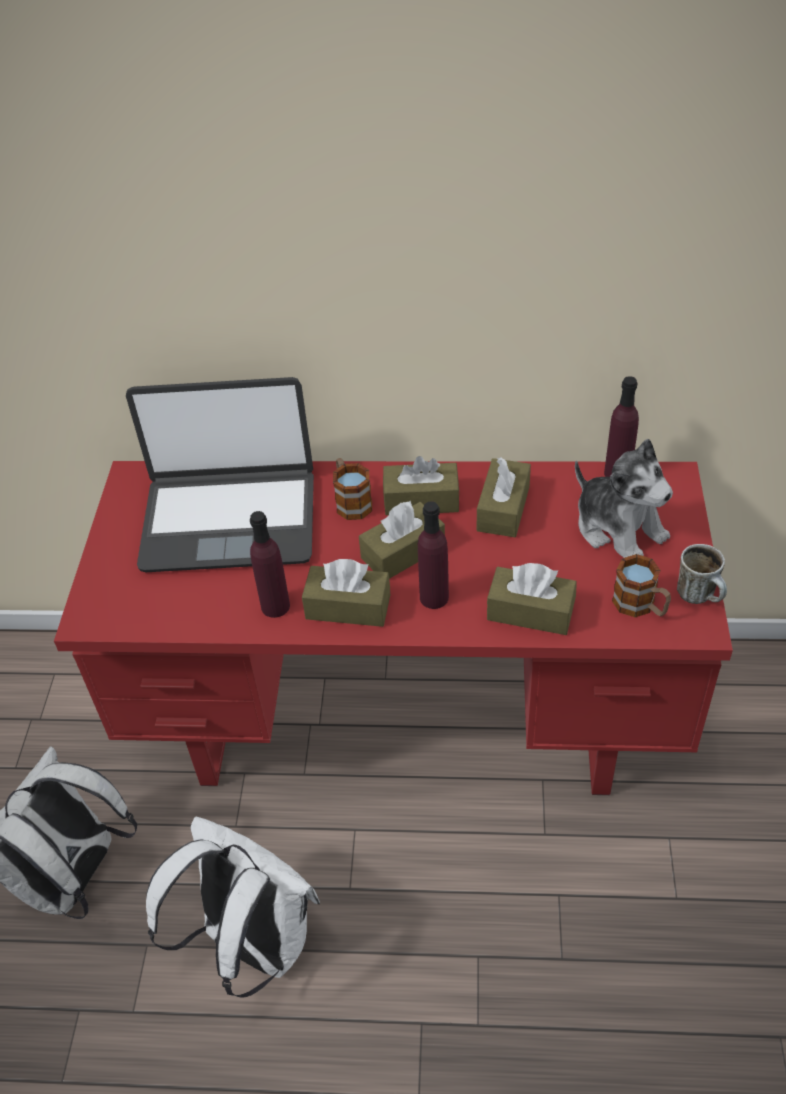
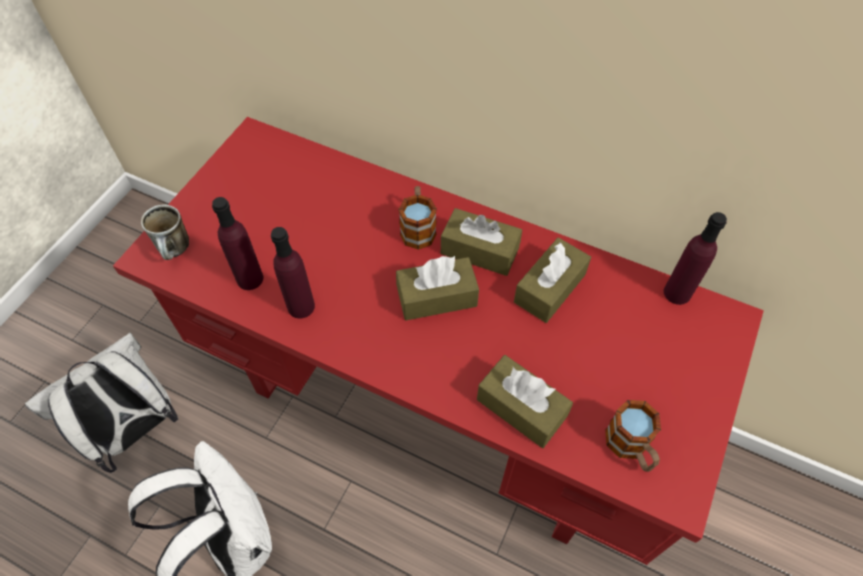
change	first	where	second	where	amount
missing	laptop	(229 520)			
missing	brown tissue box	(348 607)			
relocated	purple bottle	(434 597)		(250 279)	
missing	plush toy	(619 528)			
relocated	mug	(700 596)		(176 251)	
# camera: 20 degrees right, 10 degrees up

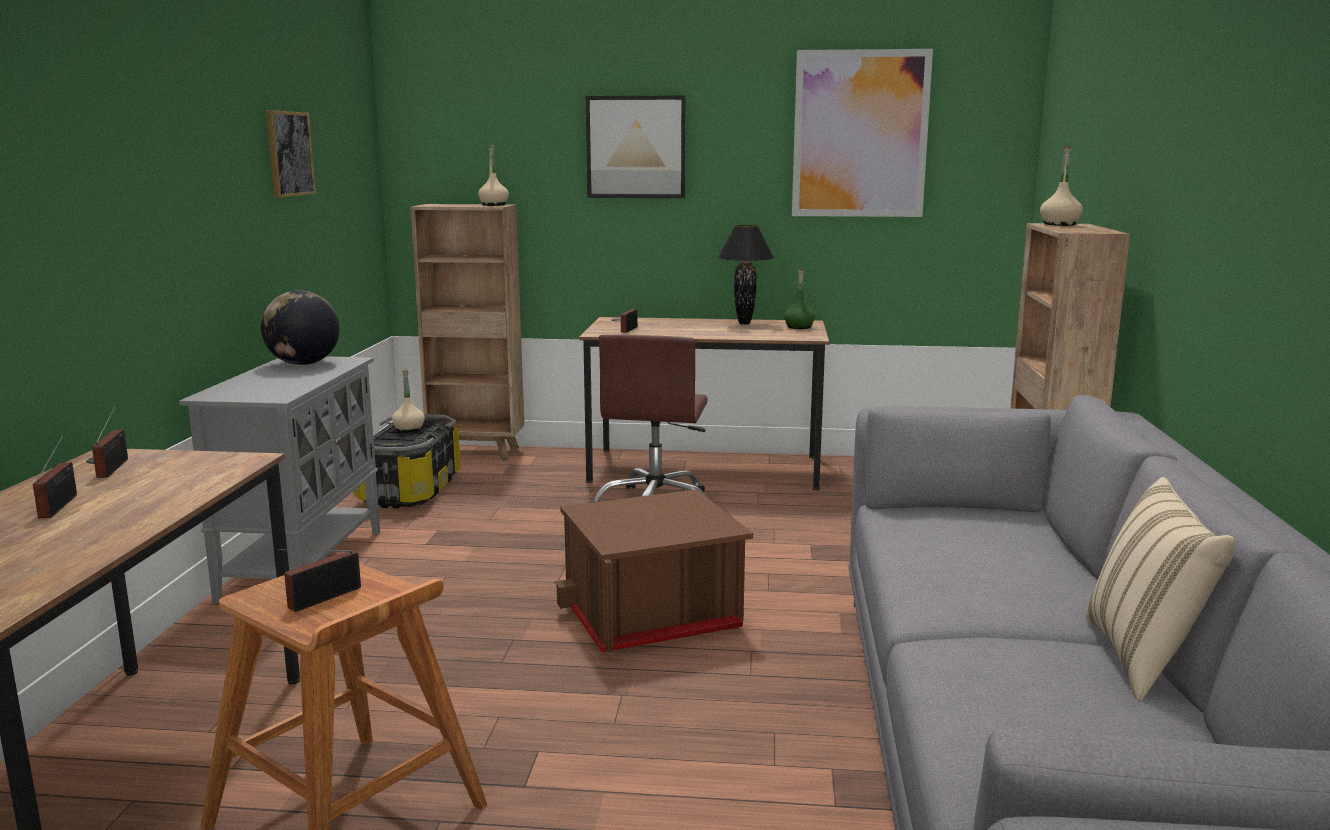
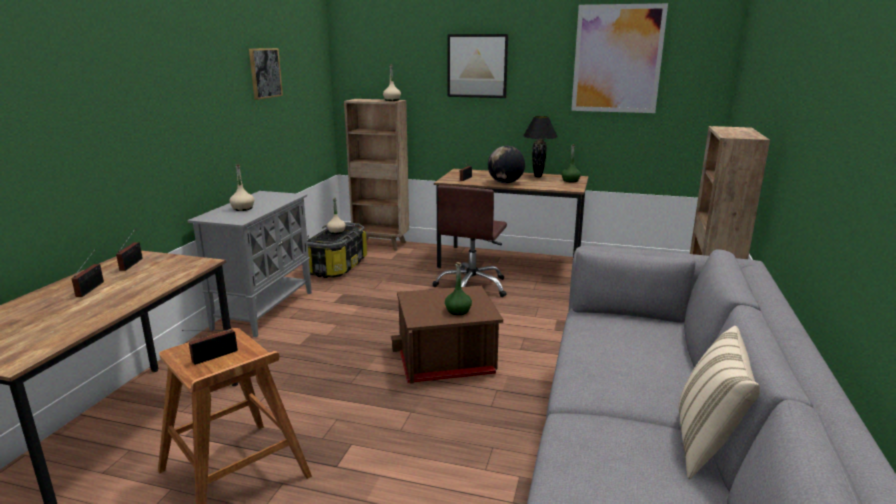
change	first	where	second	where	amount
relocated	globe	(303 364)		(505 182)	
relocated	beige bottle	(1059 224)		(243 208)	
appeared			green bottle	(458 311)	
# camera: 10 degrees right, 5 degrees up

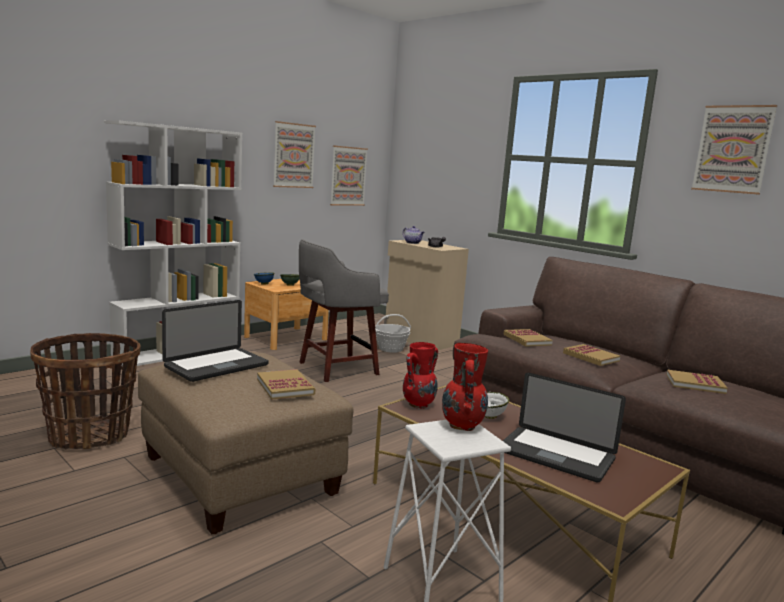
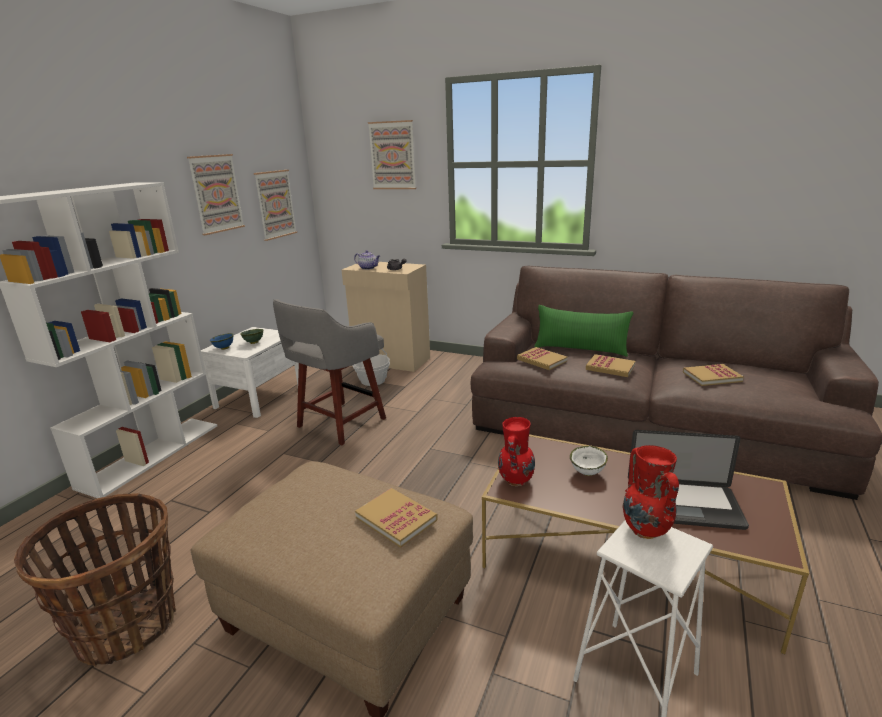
change	first	where	second	where	amount
missing	laptop	(217 366)			
colour	brown nightstand	(286 338)	white nightstand	(259 397)	
relocated	picture	(733 149)		(393 155)	
appeared			green pillow	(580 349)	
# camera: 20 degrees left, 10 degrees up

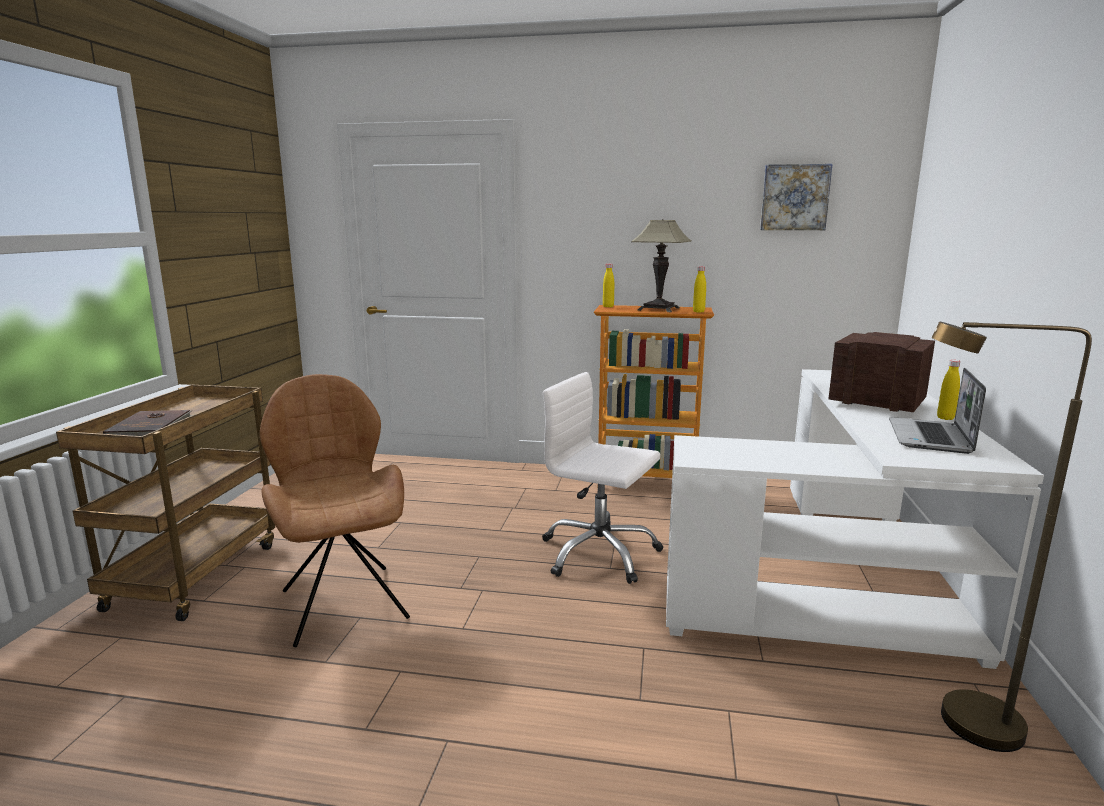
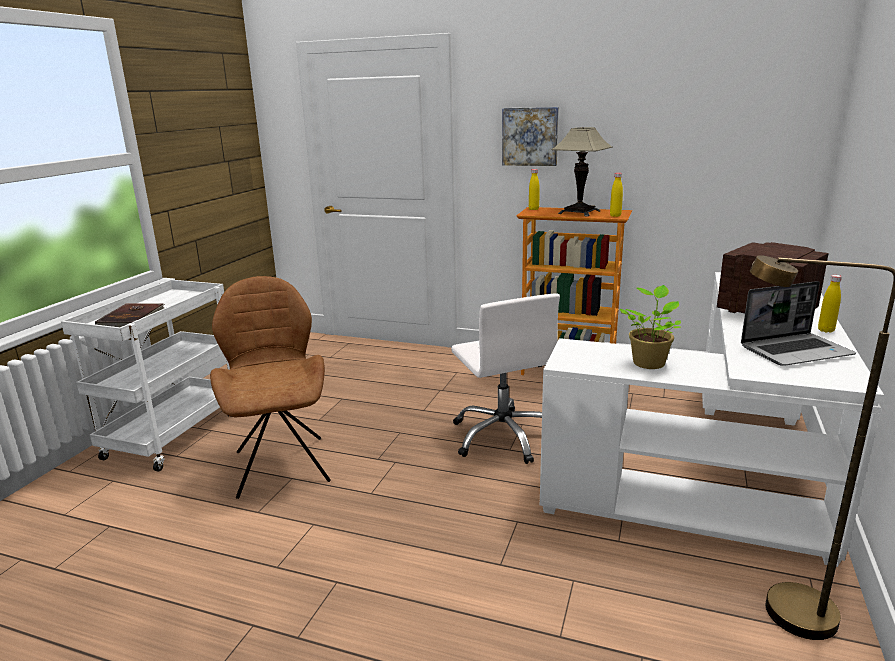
change	first	where	second	where	amount
colour	brown cart	(196 573)	white cart	(174 433)	
spun	white office chair	(599 554)		(503 436)	150 degrees counterclockwise
relocated	picture	(794 197)		(530 136)	
spun	laptop	(930 437)		(796 351)	135 degrees counterclockwise
appeared			potted plant	(649 362)	
# camera: 10 degrees right, 5 degrees up

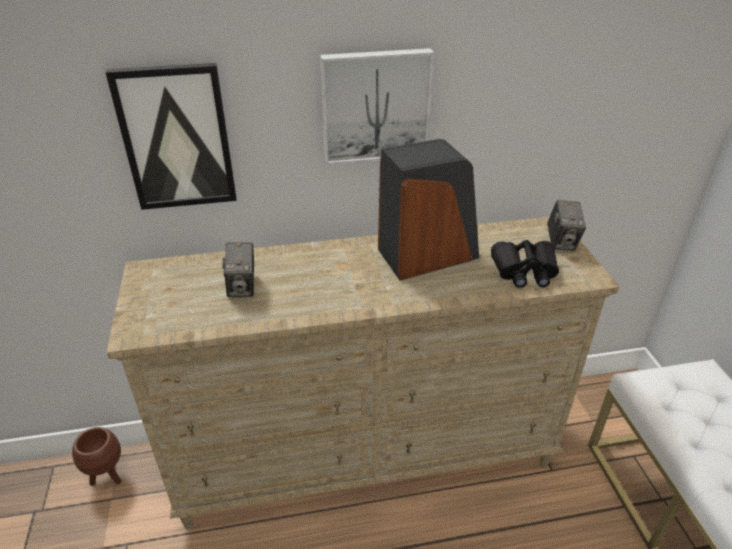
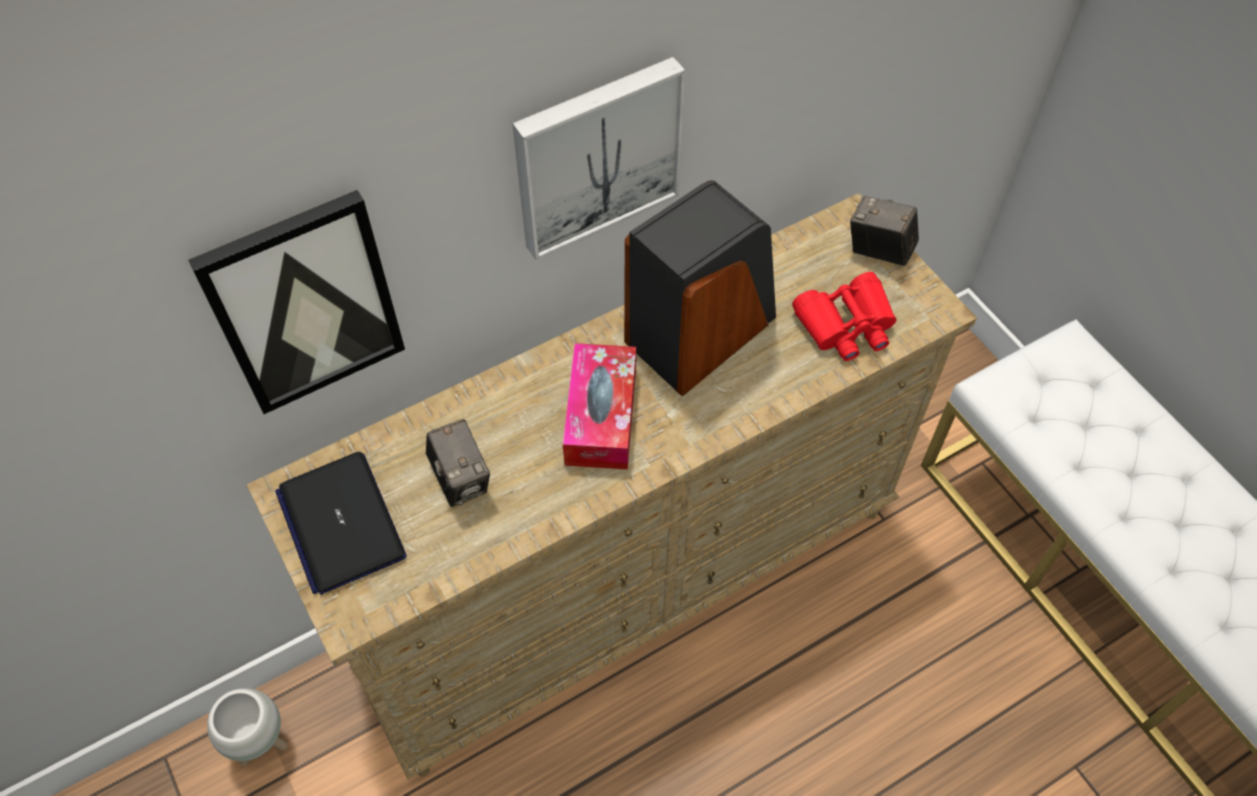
change	first	where	second	where	amount
colour	brown planter	(108 477)	white planter	(262 743)	
colour	black binoculars	(524 271)	red binoculars	(846 325)	
spun	photo camera	(561 242)		(879 250)	135 degrees clockwise
appeared			laptop	(340 523)	
appeared			tissue box	(601 416)	
# camera: 20 degrees left, 20 degrees up

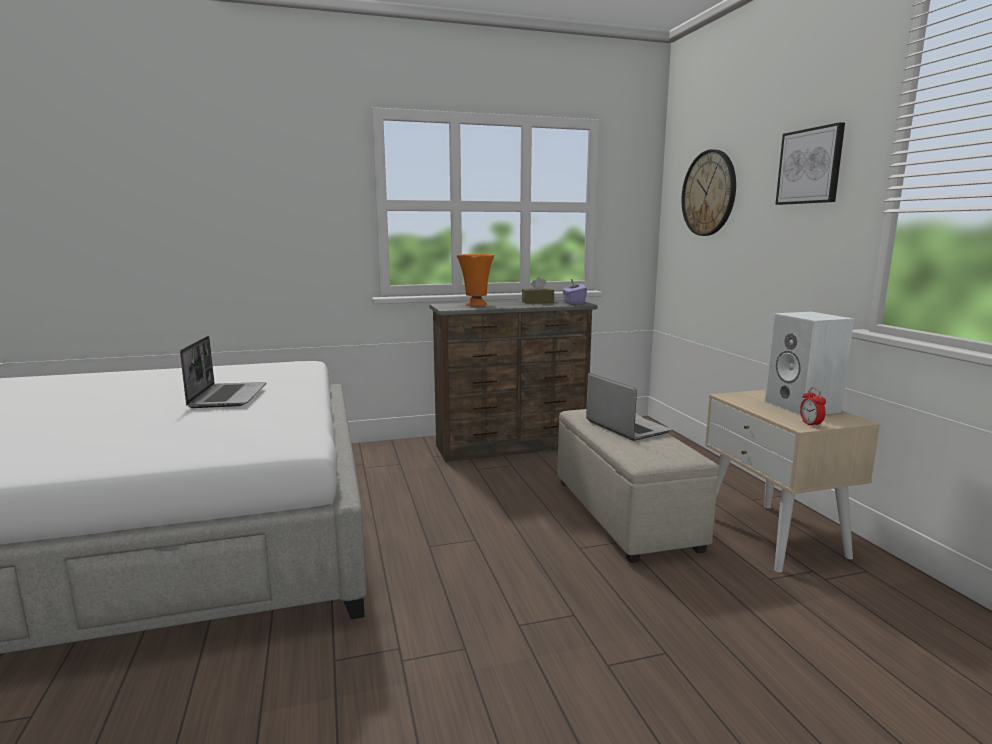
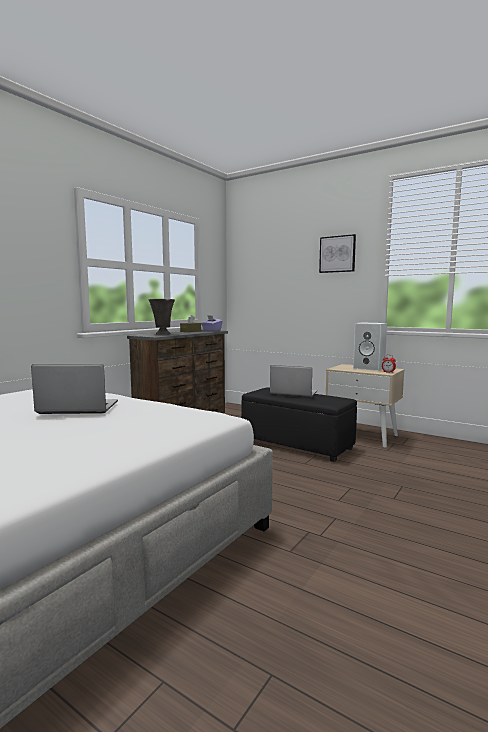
change	first	where	second	where	amount
spun	laptop	(227 396)		(77 408)	45 degrees counterclockwise
colour	orange vase	(475 305)	grey vase	(162 334)	
colour	beige ottoman	(624 513)	black ottoman	(295 444)	
missing	wall clock	(709 193)			
# camera: 40 degrees left, 5 degrees down

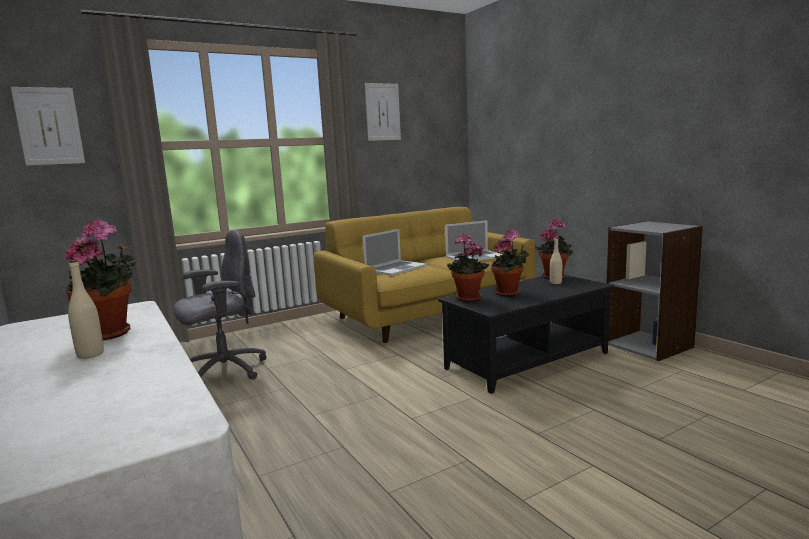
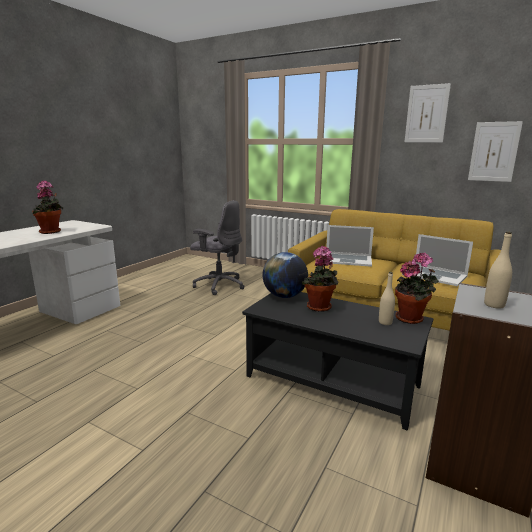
change	first	where	second	where	amount
relocated	picture	(49 126)		(494 152)	
relocated	beige bottle	(90 354)		(494 305)	
exchanged	potted plant	(467 299)	globe	(284 296)	
# camera: 60 degrees right, 5 degrees up

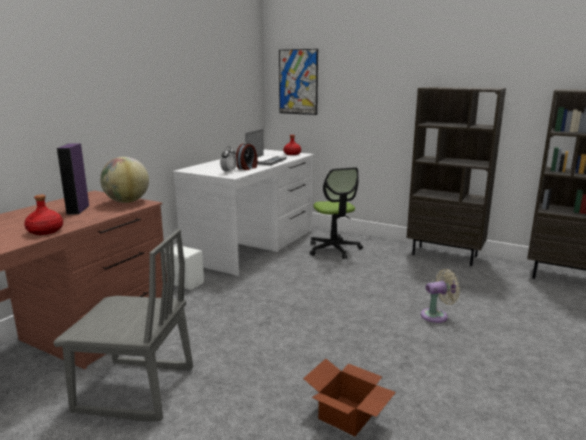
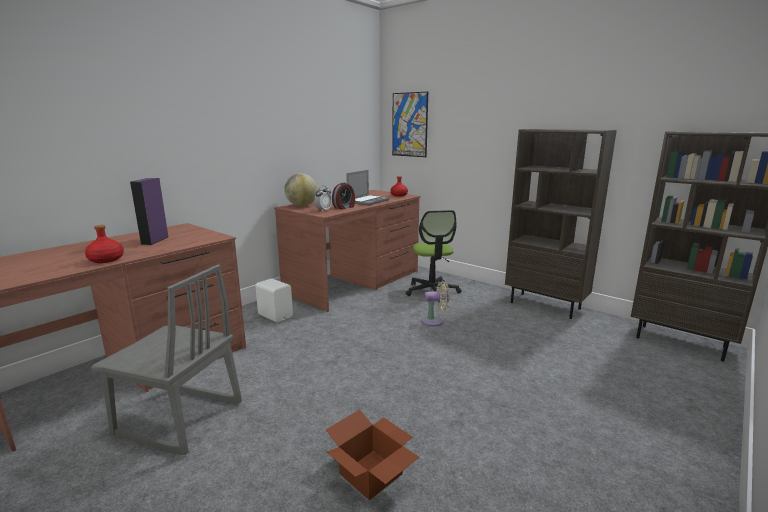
change	first	where	second	where	amount
relocated	globe	(127 202)		(302 205)	
colour	white desk	(252 245)	brown desk	(354 282)	
relocated	beige fan	(437 315)		(435 321)	
# camera: 10 degrees right, 0 degrees up

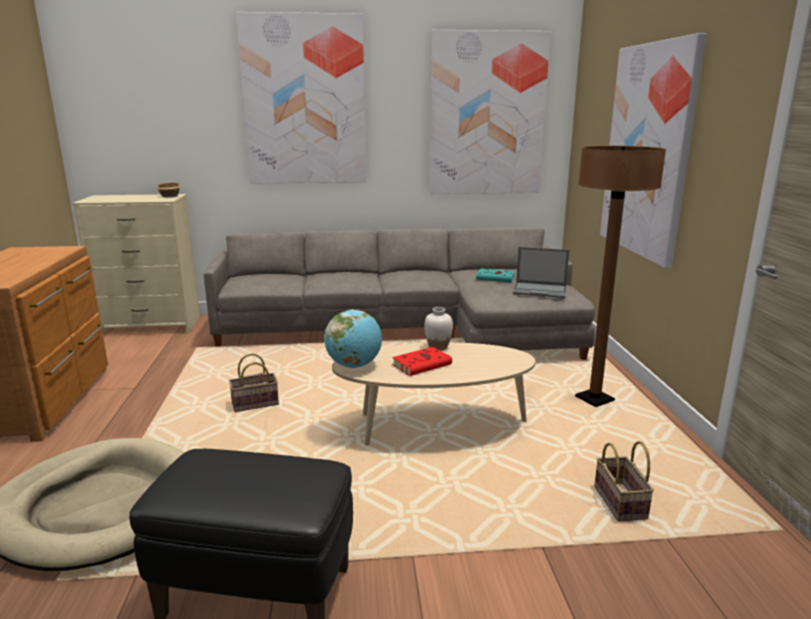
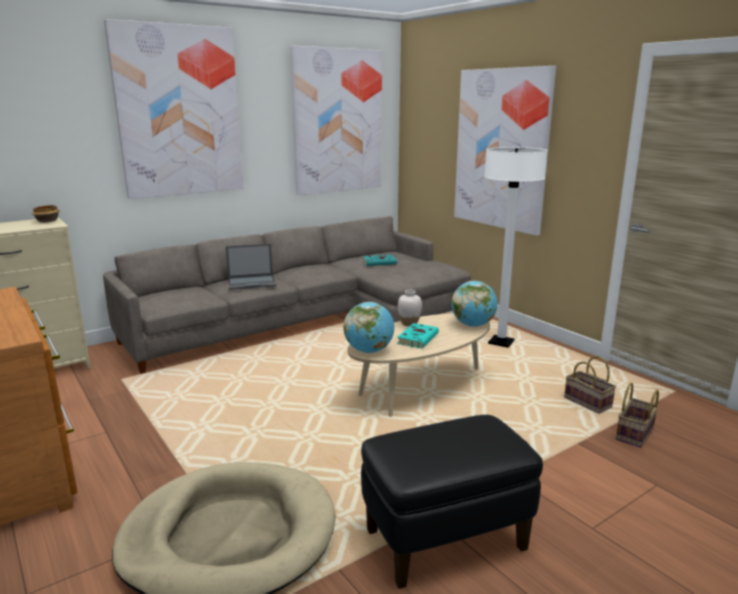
change	first	where	second	where	amount
relocated	basket	(254 404)		(635 435)	
colour	red book	(423 364)	turquoise book	(418 338)	
relocated	laptop	(540 290)		(252 282)	
colour	brown floor lamp	(594 399)	white floor lamp	(501 342)	
appeared			globe	(473 325)	
# camera: 30 degrees left, 0 degrees up

